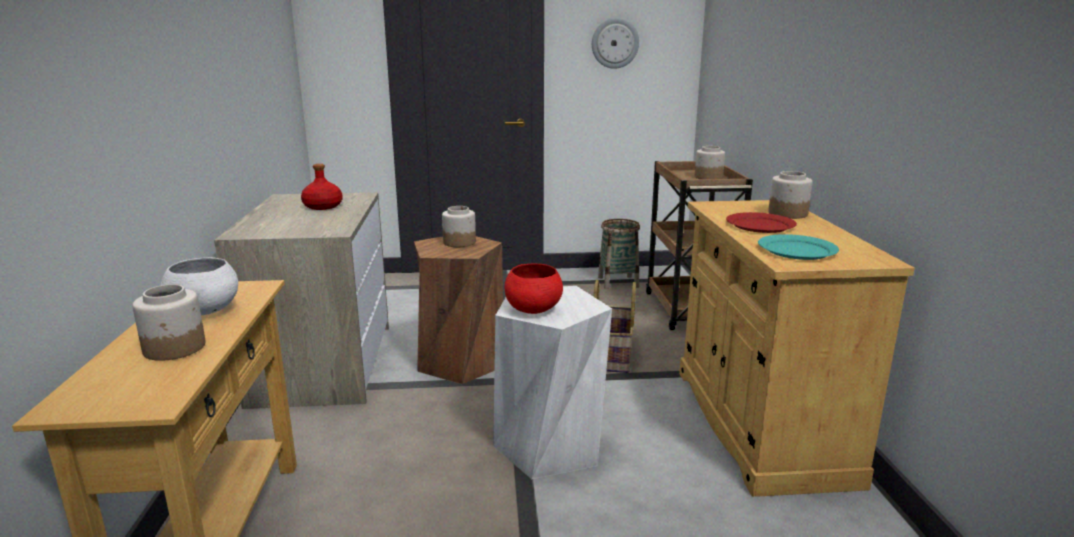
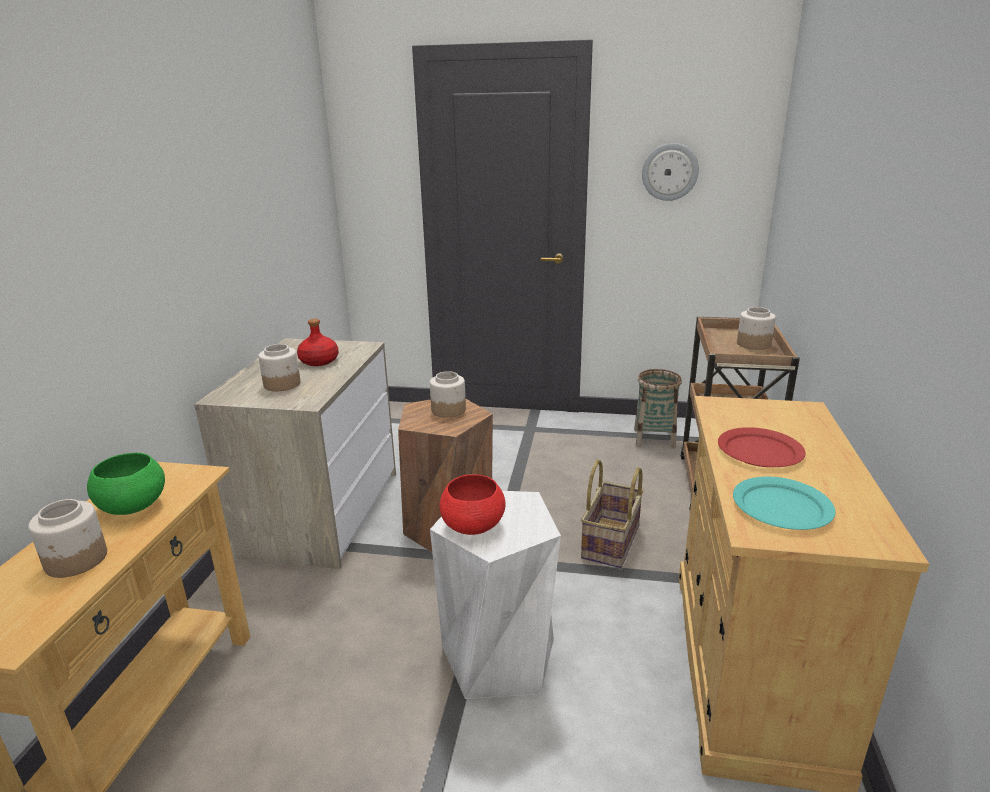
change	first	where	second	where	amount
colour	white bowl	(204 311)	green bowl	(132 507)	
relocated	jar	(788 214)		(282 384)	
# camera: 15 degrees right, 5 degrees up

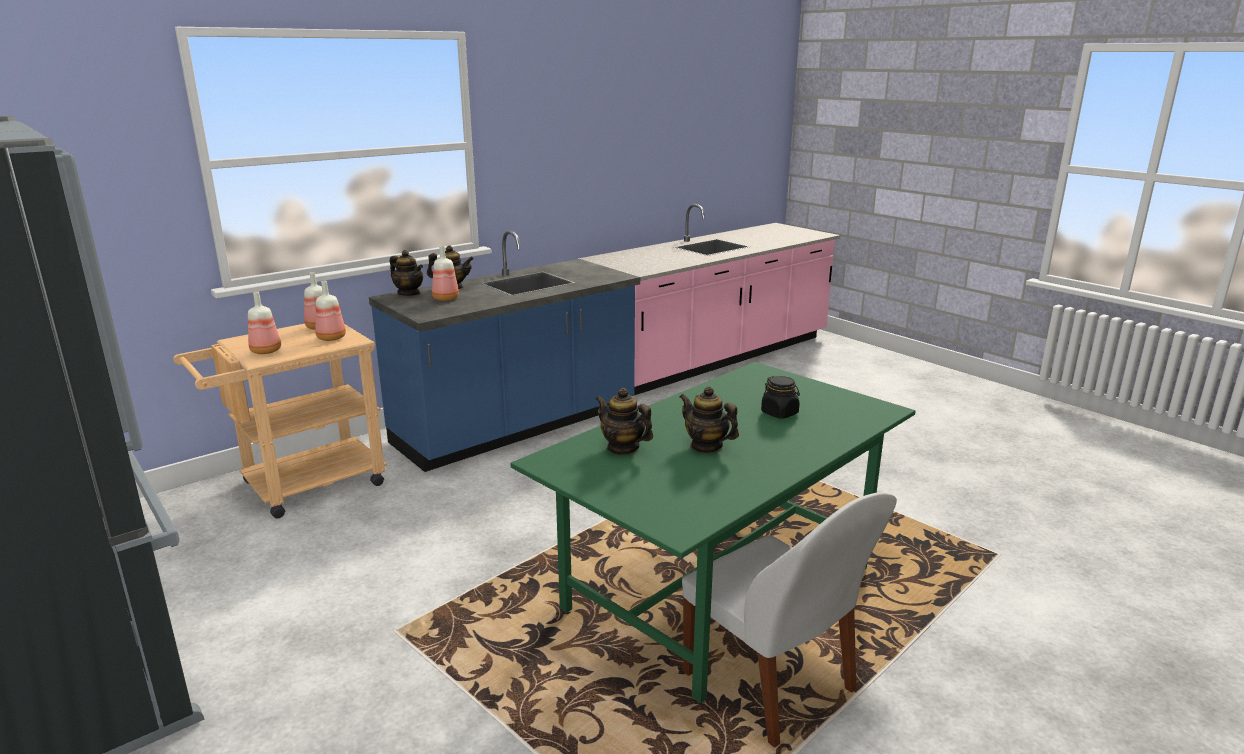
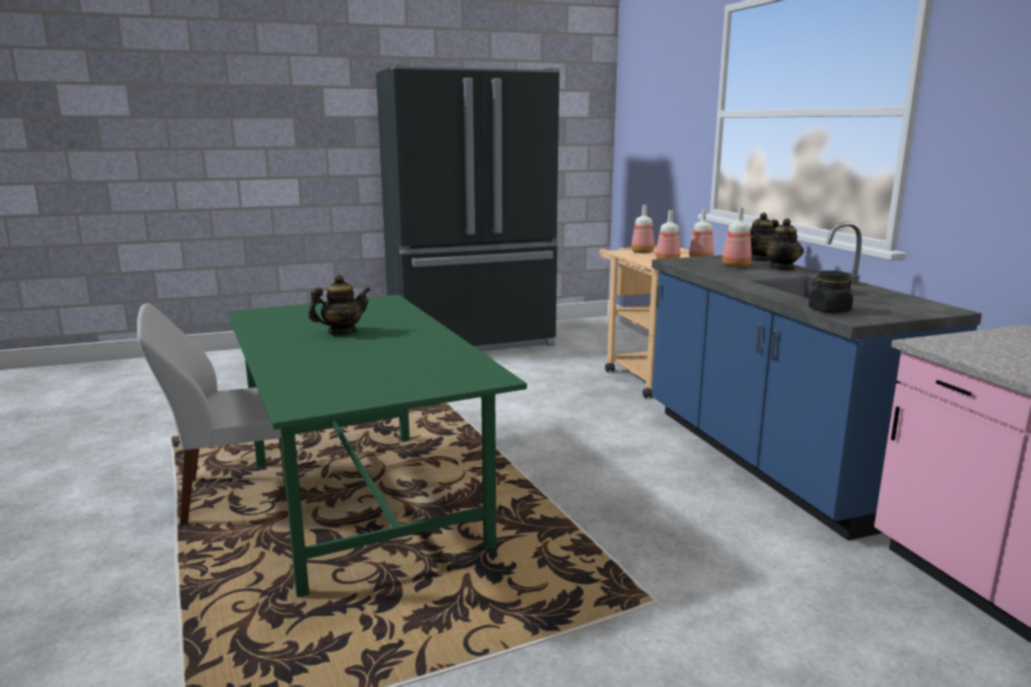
change	first	where	second	where	amount
missing	teapot	(623 448)			
relocated	black jar	(779 413)		(829 310)	
# camera: 110 degrees right, 5 degrees down

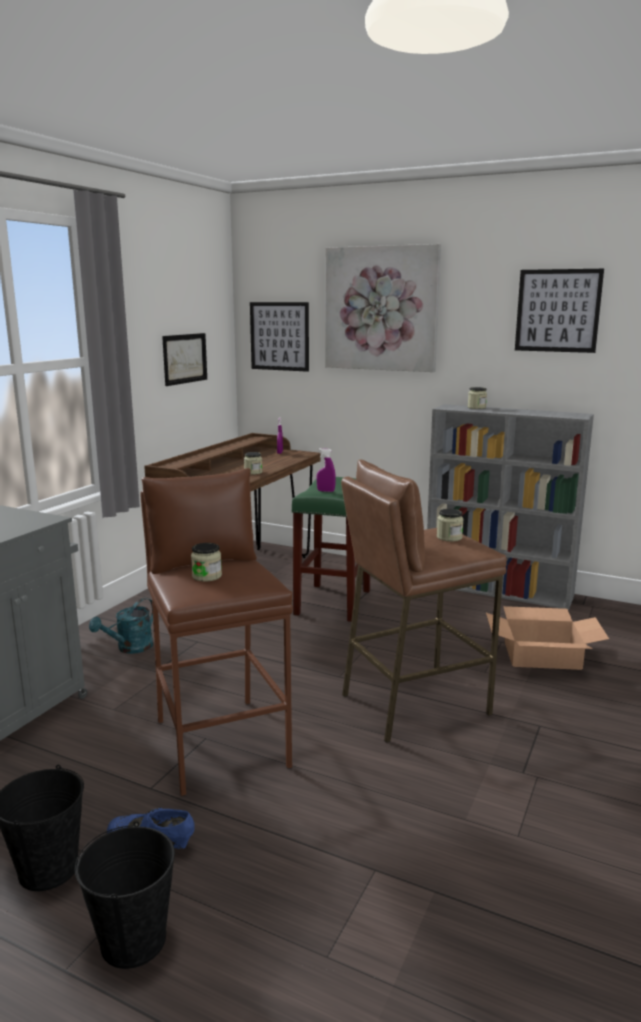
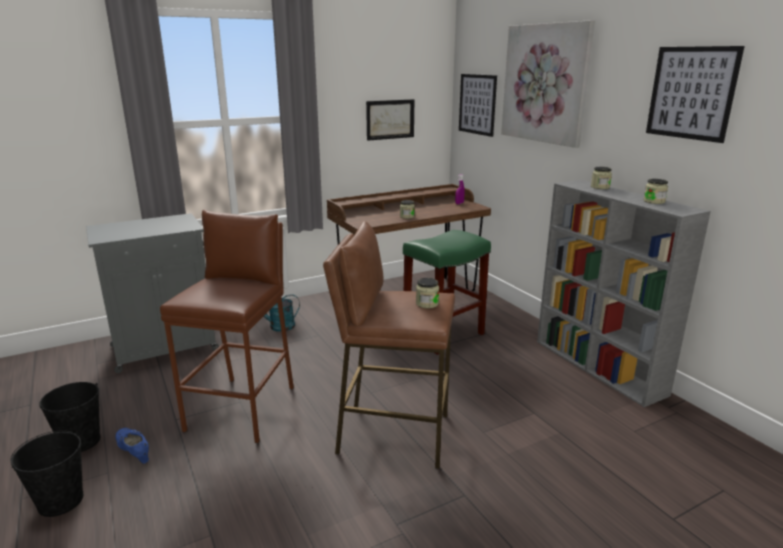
change	first	where	second	where	amount
relocated	jar	(207 576)		(654 201)	
missing	purple spray bottle	(325 491)			
missing	cardboard box	(542 655)			
# camera: 35 degrees right, 5 degrees up

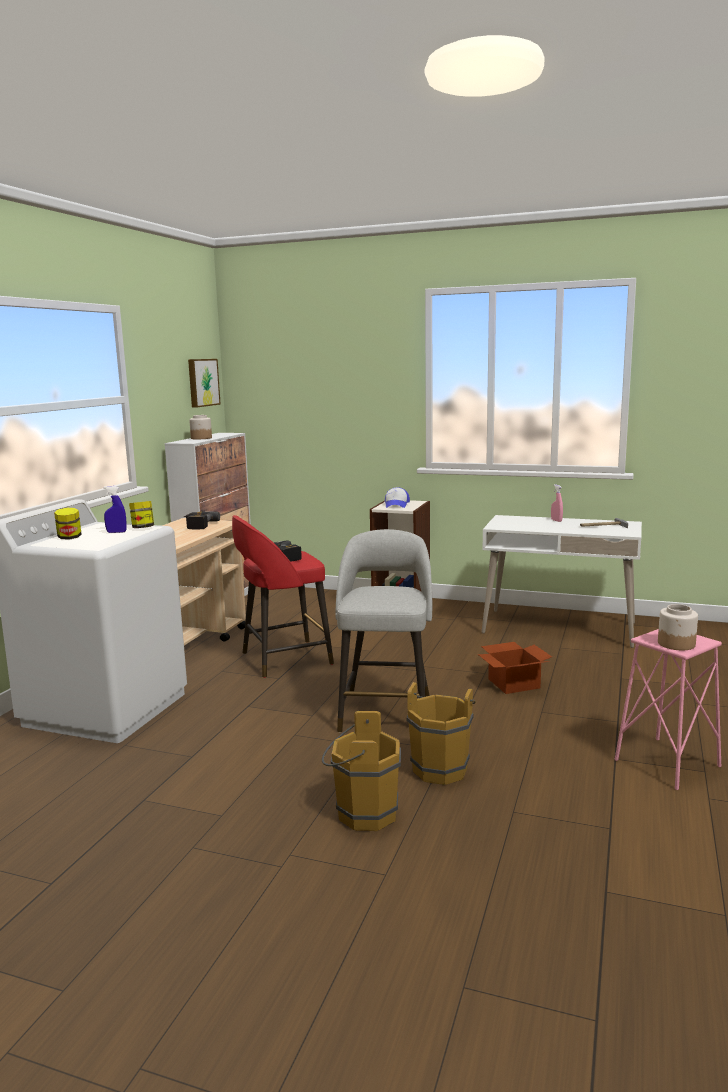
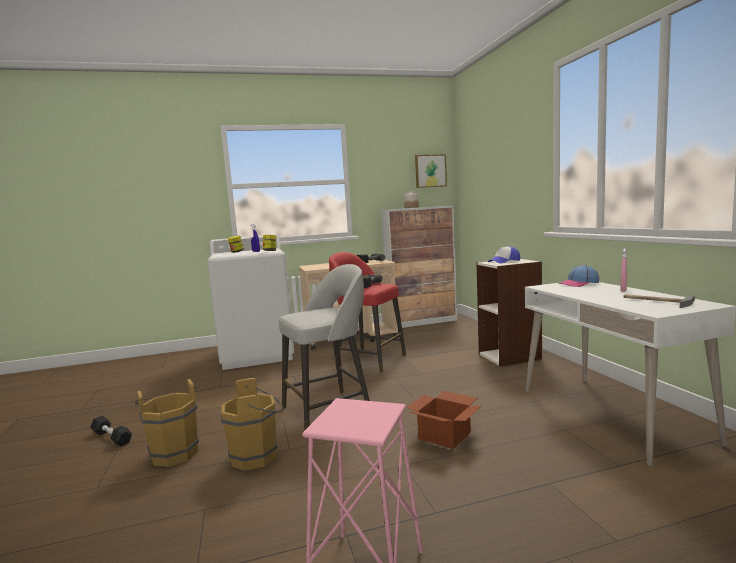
change	first	where	second	where	amount
missing	jar	(676 644)			
appeared			black dumbbell	(112 437)	
appeared			cap	(578 283)	
# camera: 55 degrees right, 5 degrees down

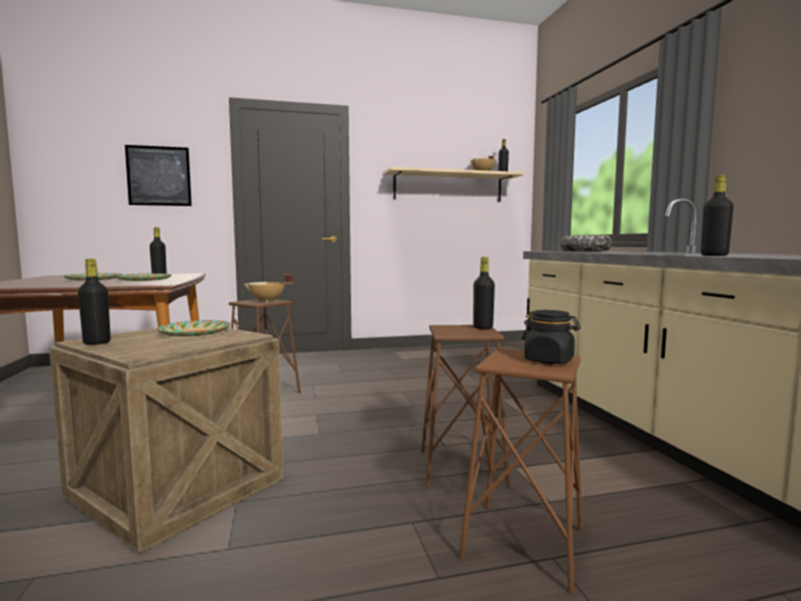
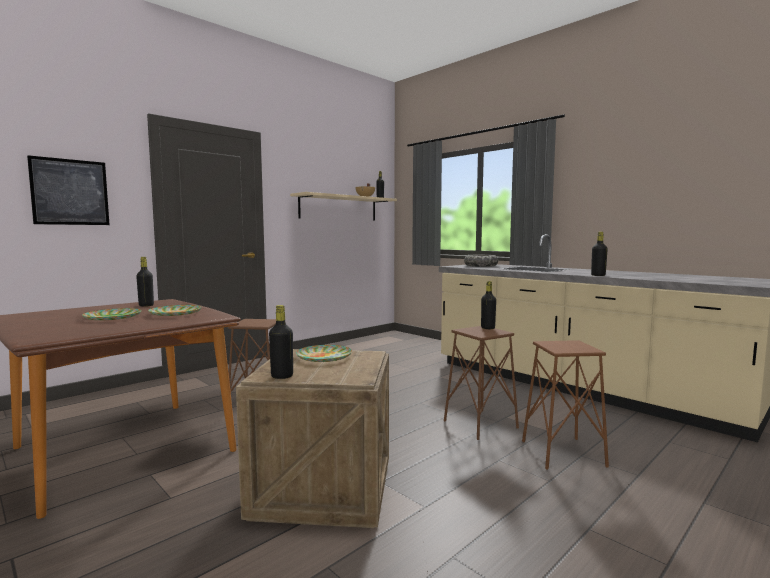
change	first	where	second	where	amount
missing	beige cooking pot	(267 301)			
missing	black jar	(549 360)			
# camera: 30 degrees left, 0 degrees up

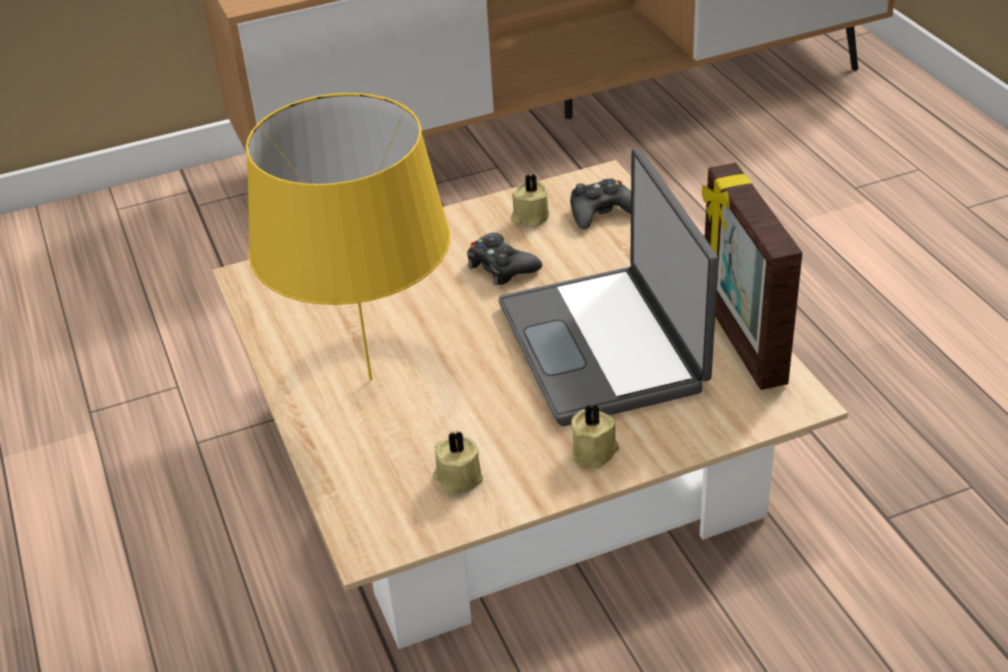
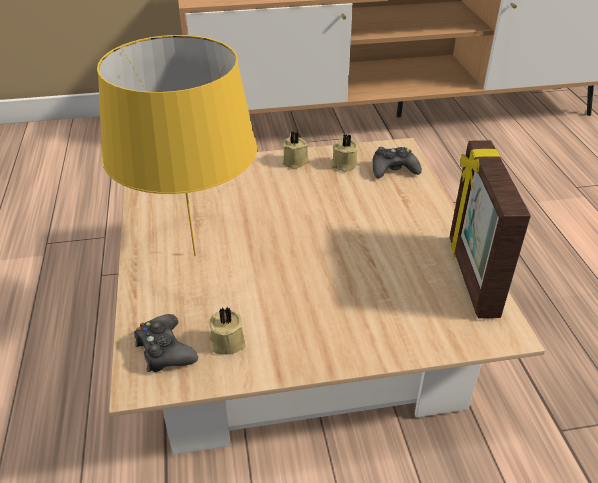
change	first	where	second	where	amount
relocated	black game controller	(501 267)		(165 350)	
missing	laptop	(605 346)			
relocated	beige candle	(595 452)		(296 162)	
# camera: 10 degrees right, 0 degrees up

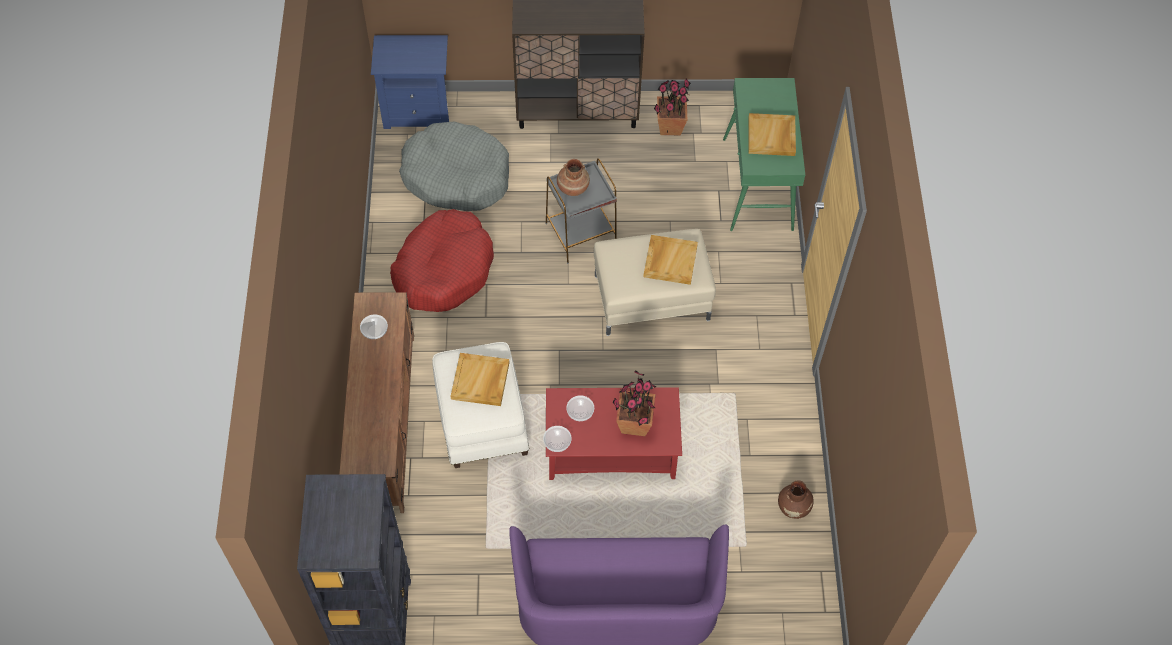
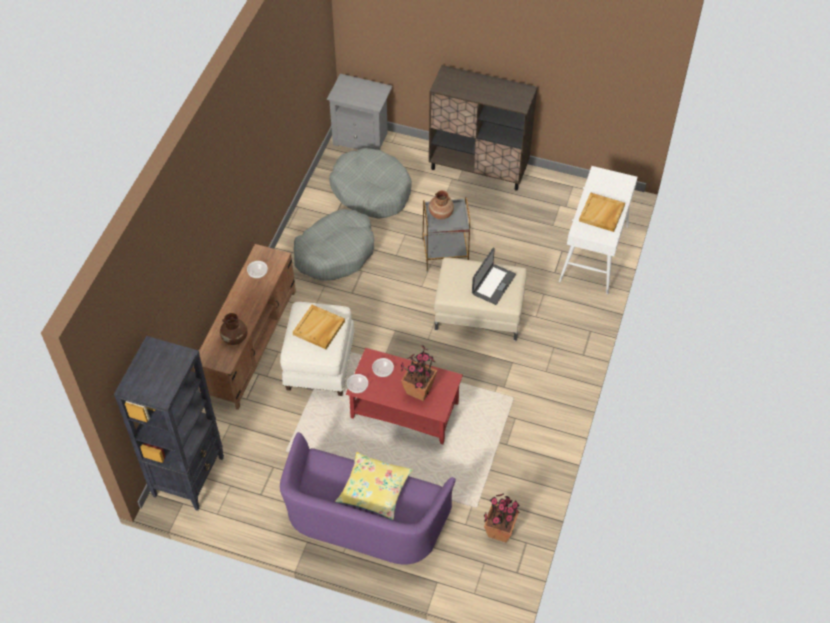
change	first	where	second	where	amount
colour	blue nightstand	(418 111)	grey nightstand	(362 139)	
colour	red dog bed	(443 269)	grey dog bed	(335 252)	
exchanged	beige tray	(670 260)	laptop	(493 284)	
relocated	potted plant	(670 127)		(500 531)	
colour	green console table	(758 185)	white console table	(594 254)	
relocated	brown vase	(794 507)		(235 338)	
appeared			yellow pillow	(374 490)	
# camera: 20 degrees right, 5 degrees down

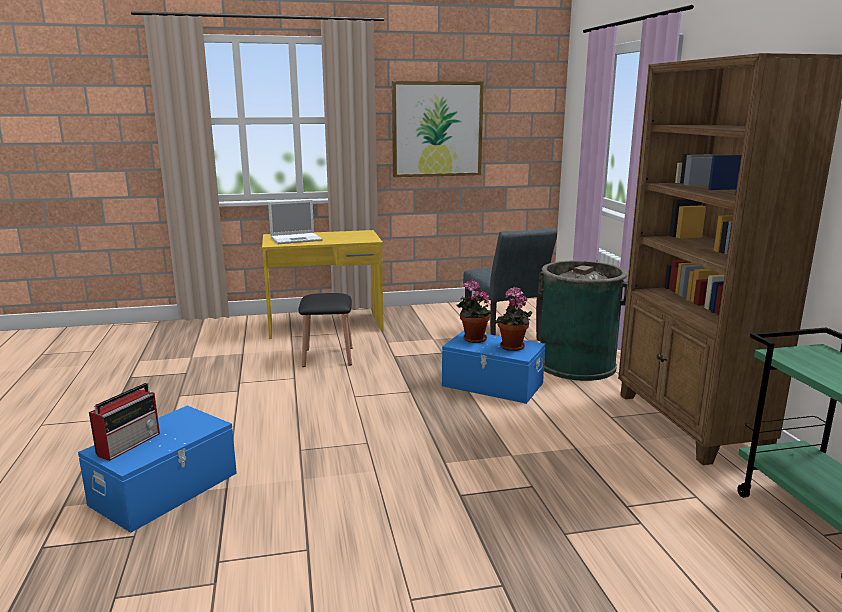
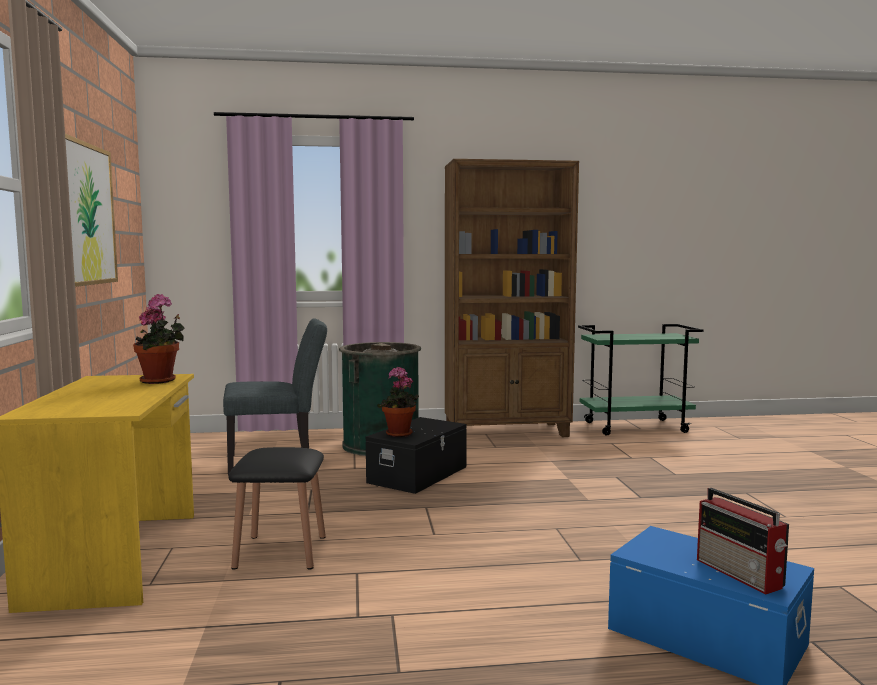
change	first	where	second	where	amount
spun	radio	(130 444)		(740 574)	150 degrees counterclockwise
missing	laptop	(297 239)			
colour	blue storage box	(492 385)	black storage box	(419 474)	
relocated	potted plant	(512 348)		(161 381)	
# camera: 85 degrees left, 10 degrees down

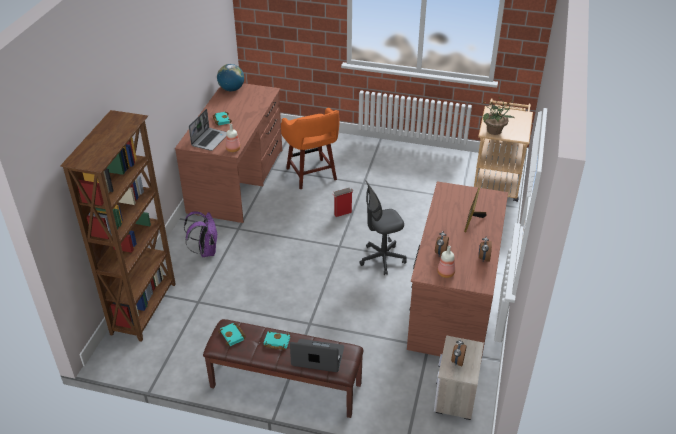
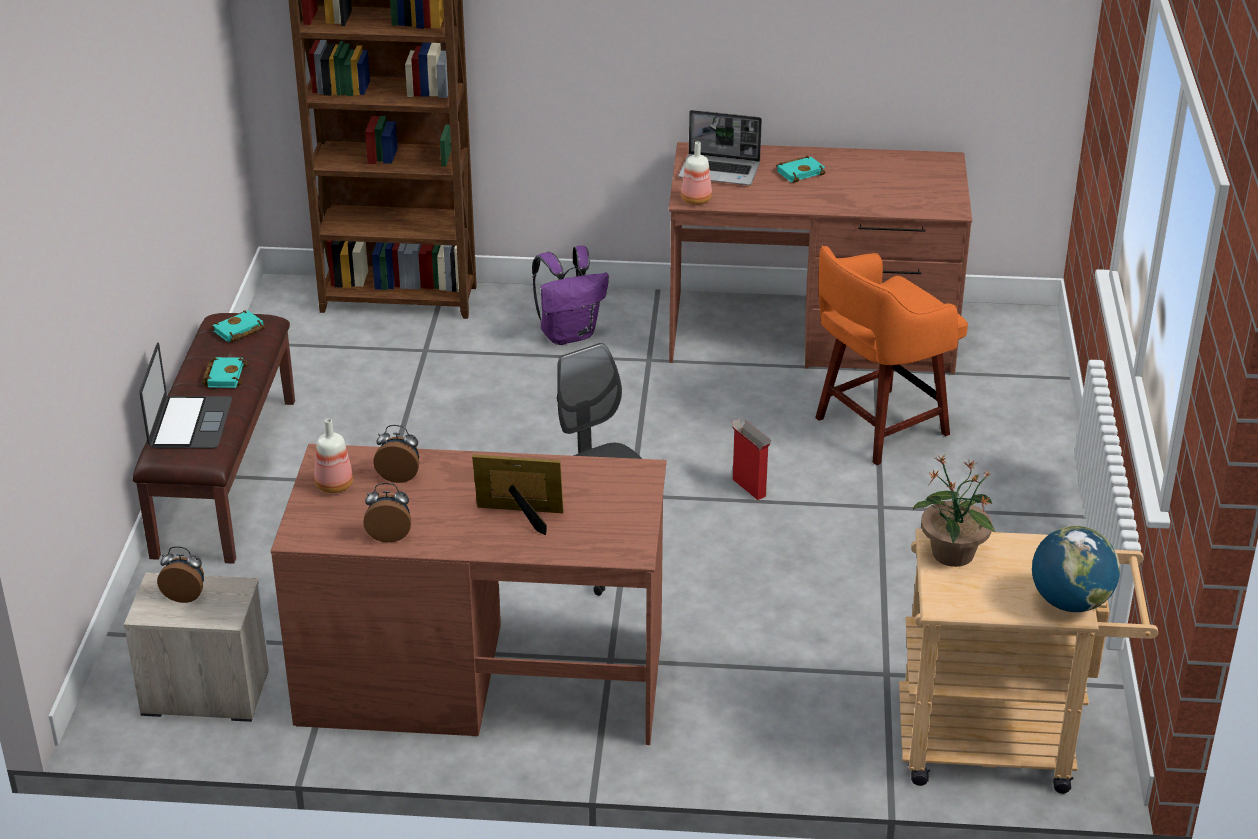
change	first	where	second	where	amount
relocated	globe	(231 89)		(1070 602)	
# camera: 80 degrees right, 5 degrees down

